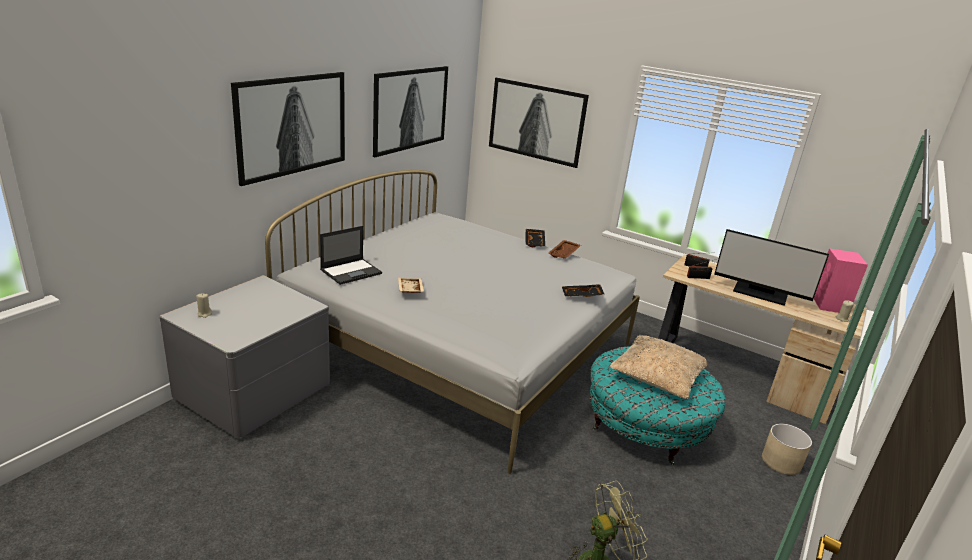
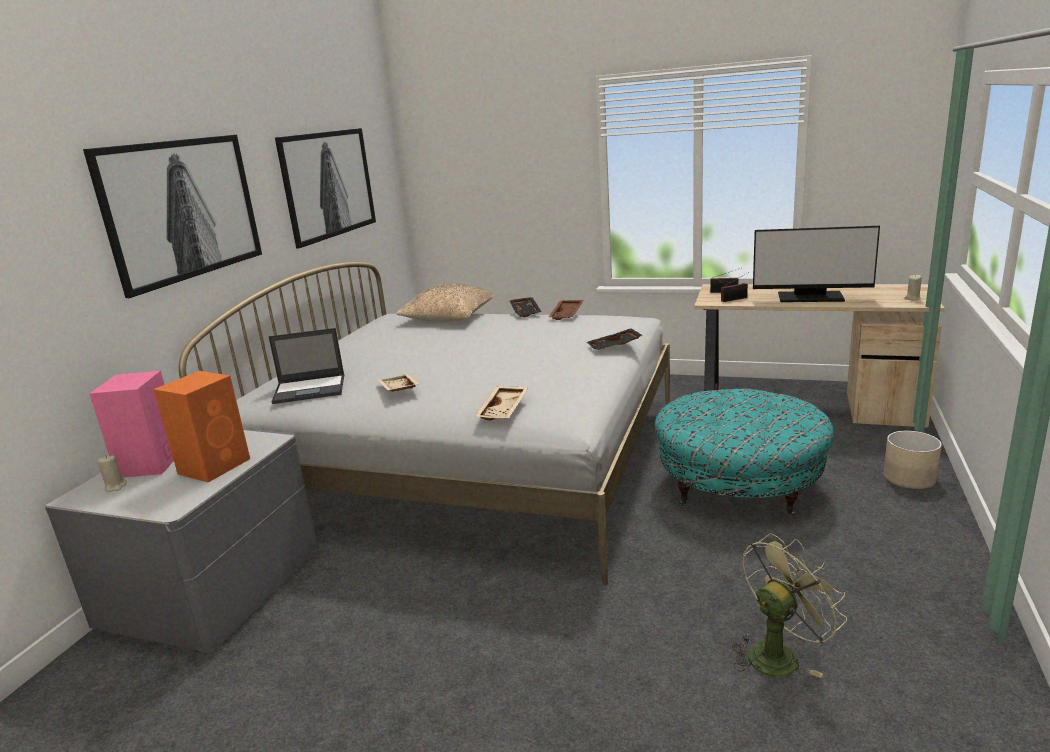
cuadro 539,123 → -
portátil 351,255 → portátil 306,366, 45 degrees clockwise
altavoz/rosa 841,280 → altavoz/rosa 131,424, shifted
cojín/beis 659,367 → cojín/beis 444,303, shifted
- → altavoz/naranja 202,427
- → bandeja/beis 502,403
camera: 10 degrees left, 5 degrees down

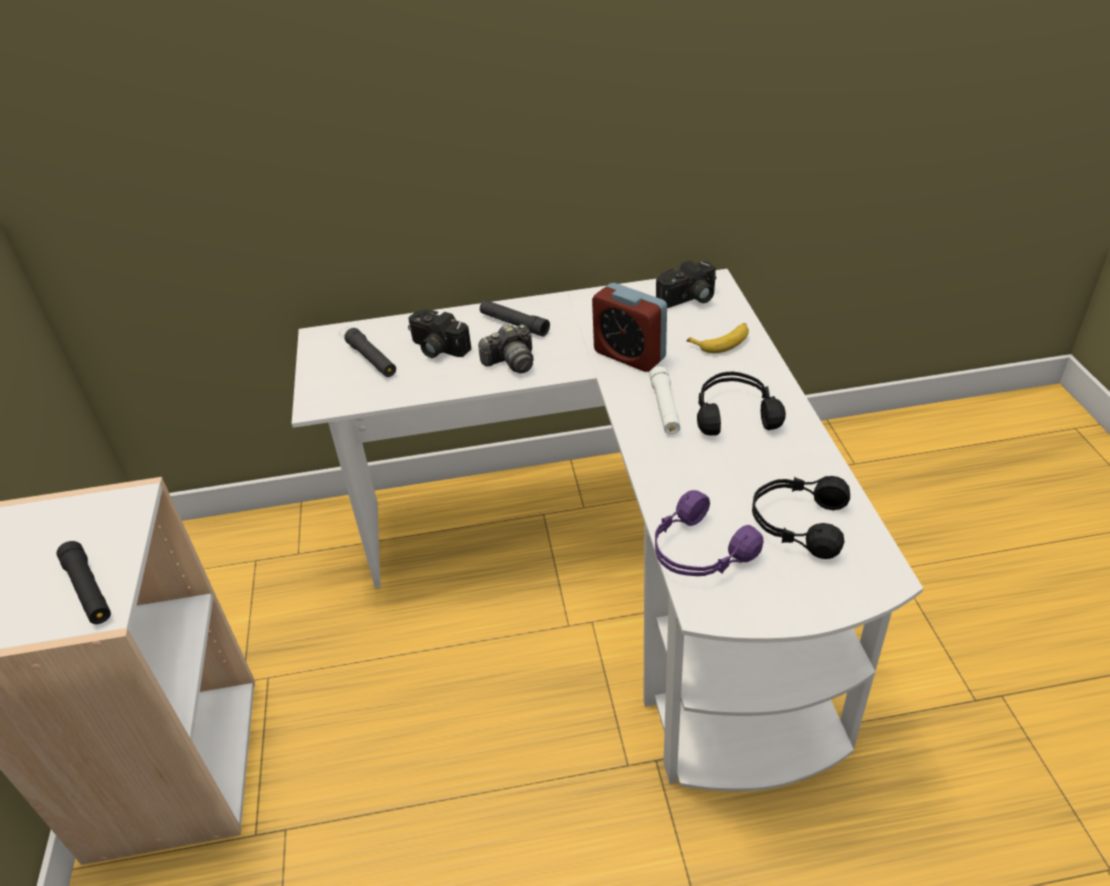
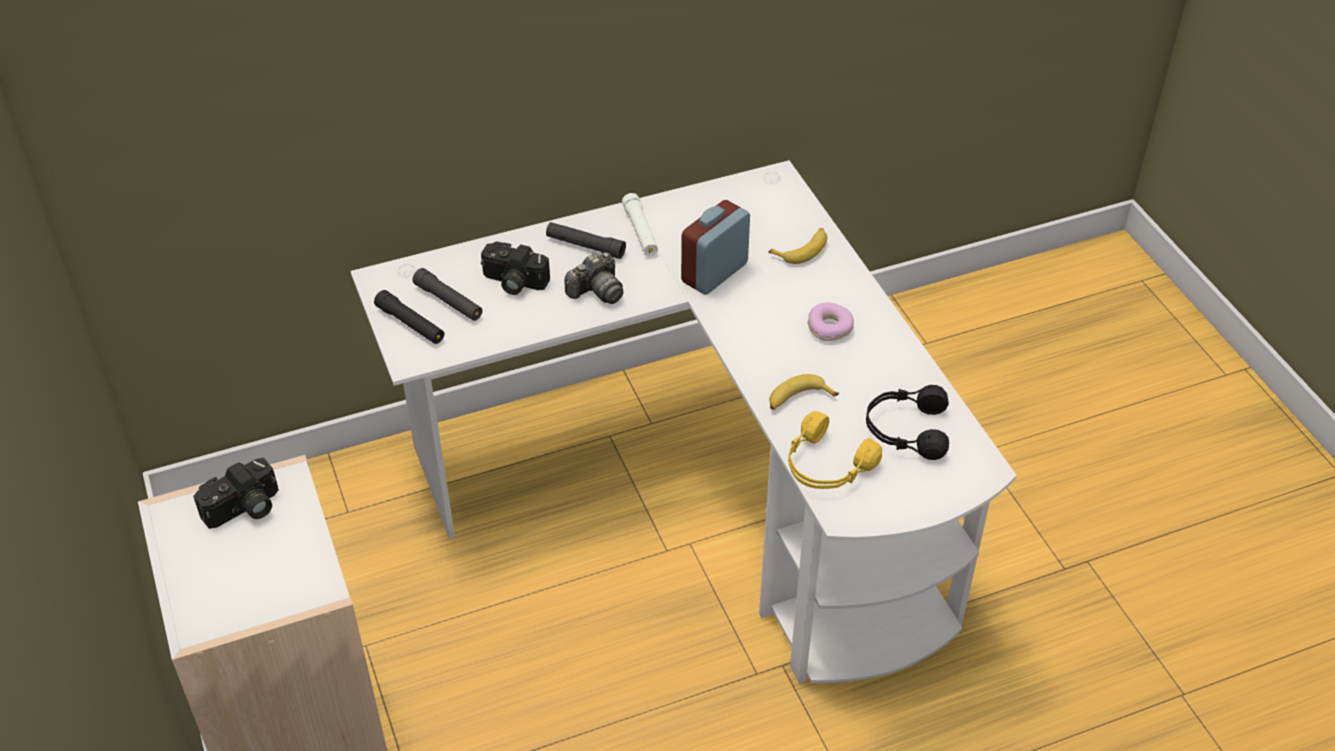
cámara 686,284 → cámara 236,493, shifted
despertador 629,327 → despertador 715,247, 105 degrees clockwise
linterna/blanco 664,400 → linterna/blanco 640,224, shifted
auriculares/negro 741,403 → rosquilla 830,322
auriculares/morado 709,533 → auriculares/amarillo 835,450
linterna/negro 84,582 → linterna/negro 409,317, shifted
- → plátano 804,392
camera: 15 degrees left, 5 degrees up

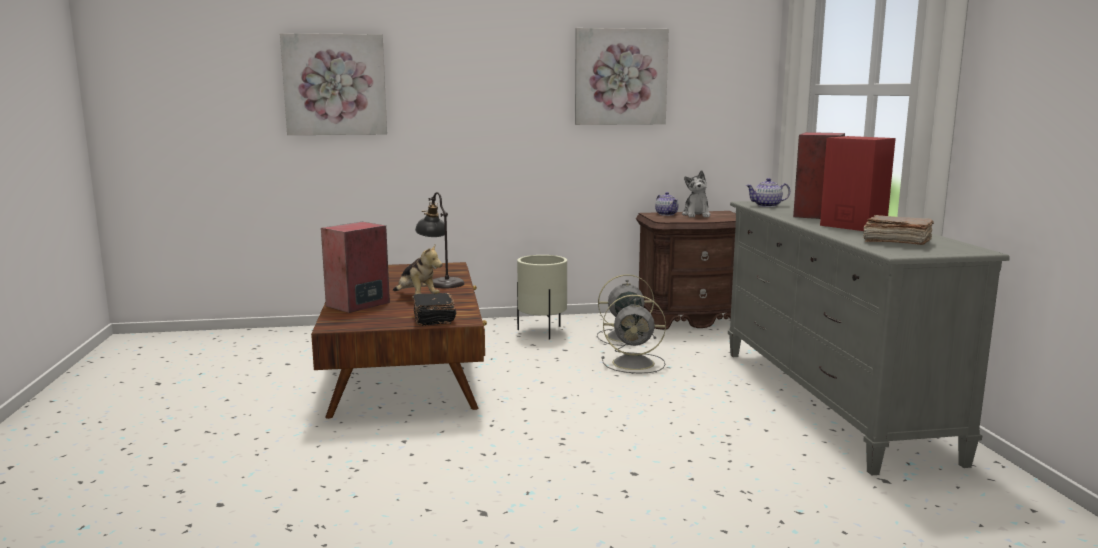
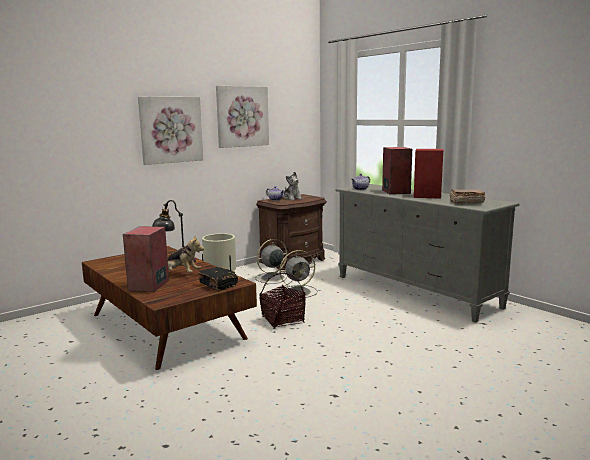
cuadro 333,84 → cuadro 170,131, shifted
- → cesta 282,301
camera: 30 degrees left, 0 degrees up

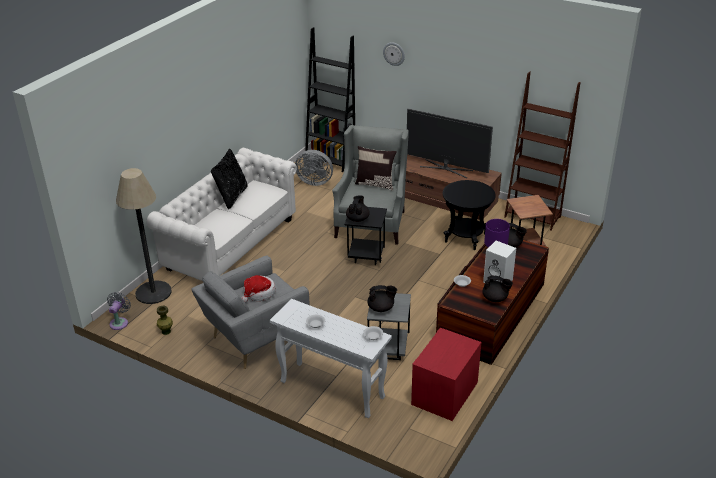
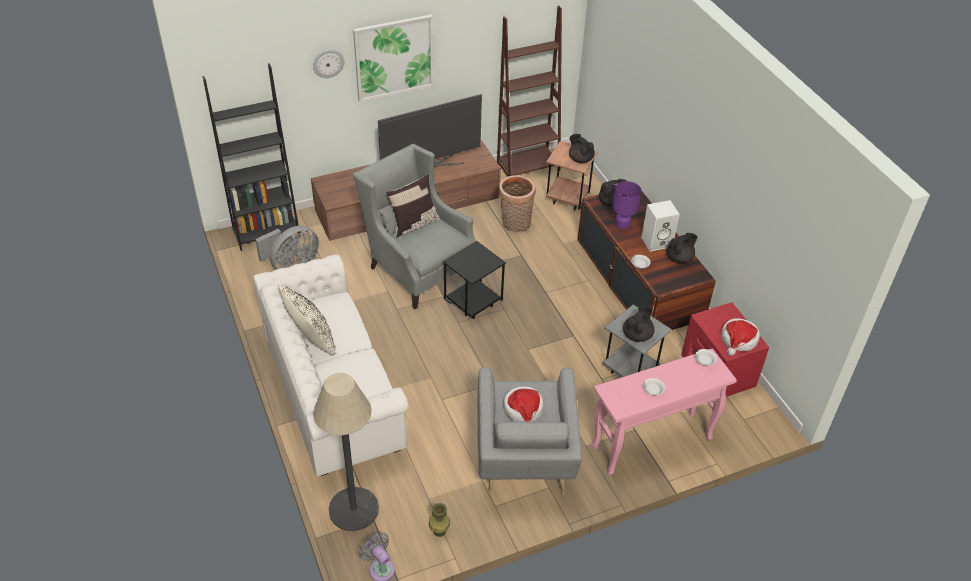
cojín/negro 229,179 → cojín/beis 306,320
mesa auxiliar/negro 469,215 → cesta 517,204
tetera/negro 358,208 → tetera/negro 582,148, shifted
mesa consola/blanco 331,358 → mesa consola/rosa 664,411
- → cuadro 393,58
- → sombrero 740,337
camera: 55 degrees left, 10 degrees up

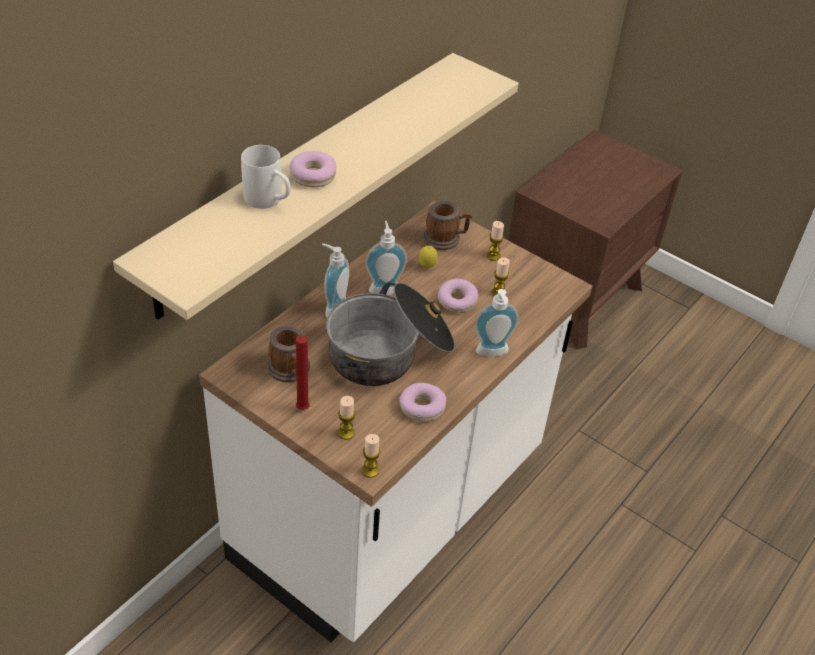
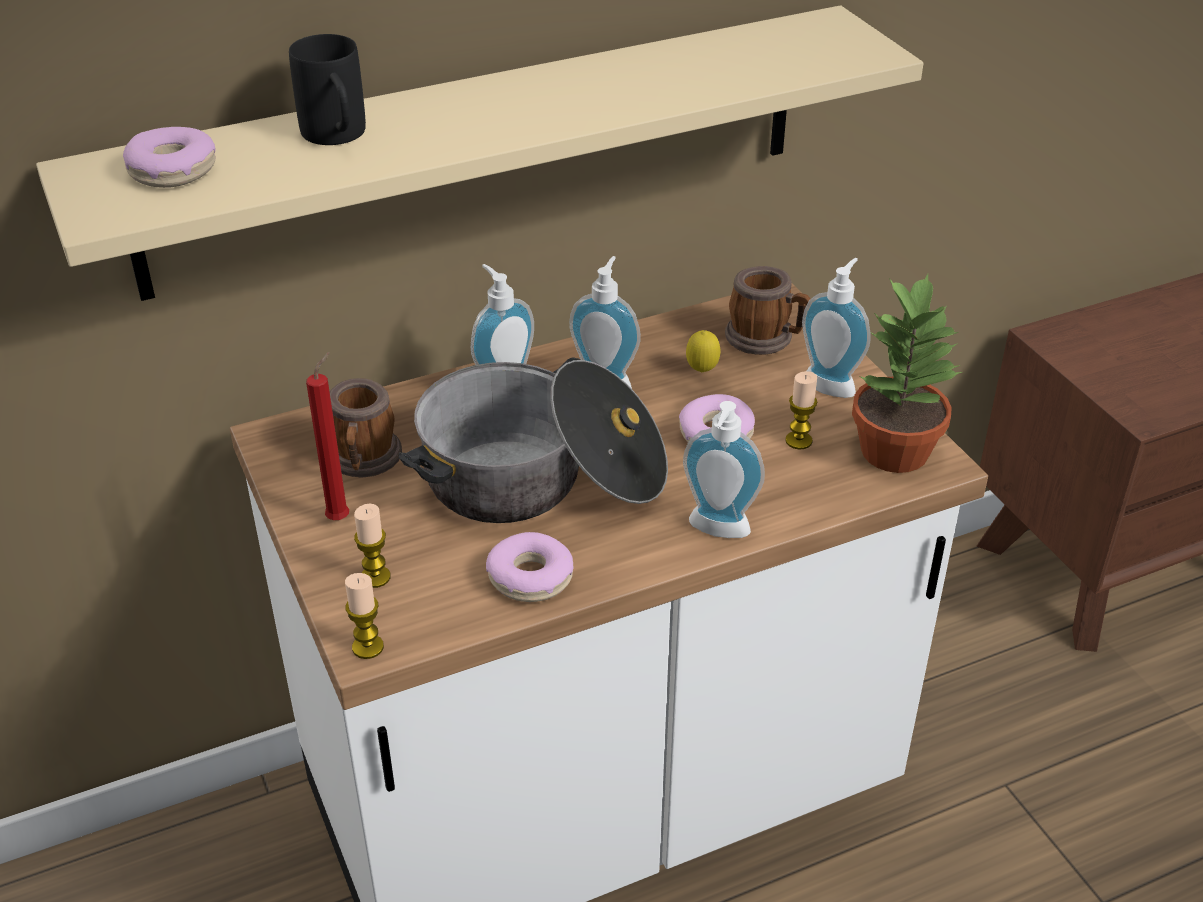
taza grande/blanco 265,177 → taza grande/negro 327,89
rosquilla 312,169 → rosquilla 169,157, shifted
vela 495,241 → dispensador de jabón 836,328
- → planta en maceta 907,373
camera: 30 degrees right, 5 degrees down

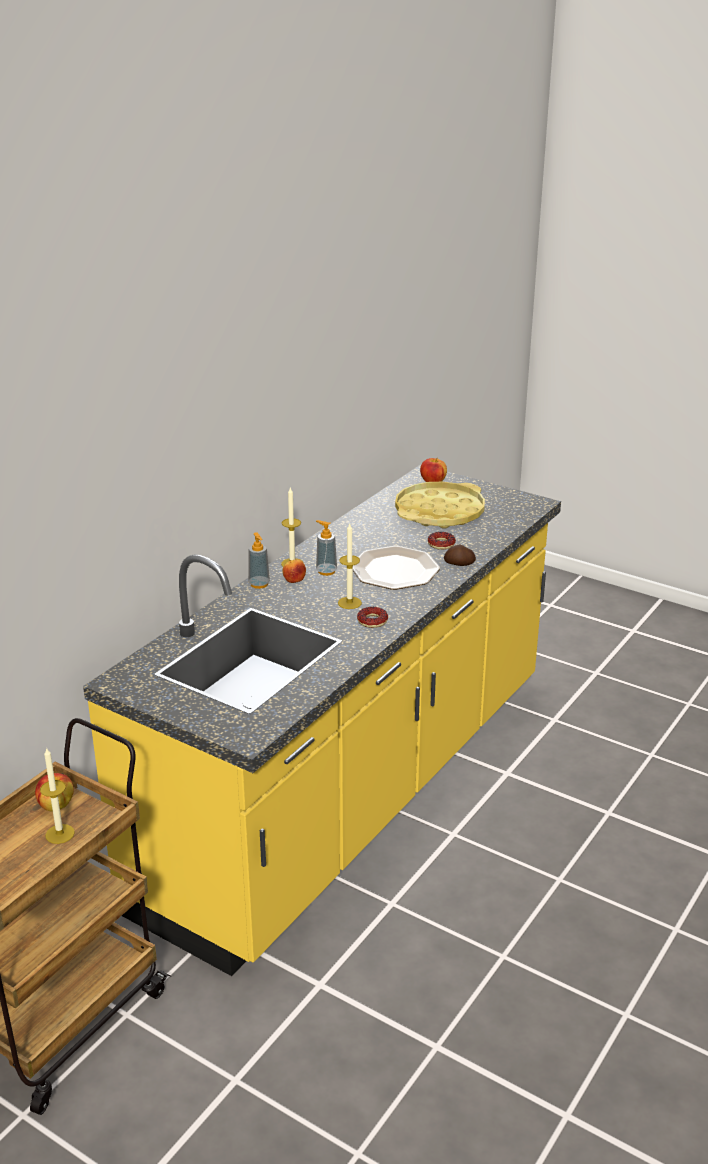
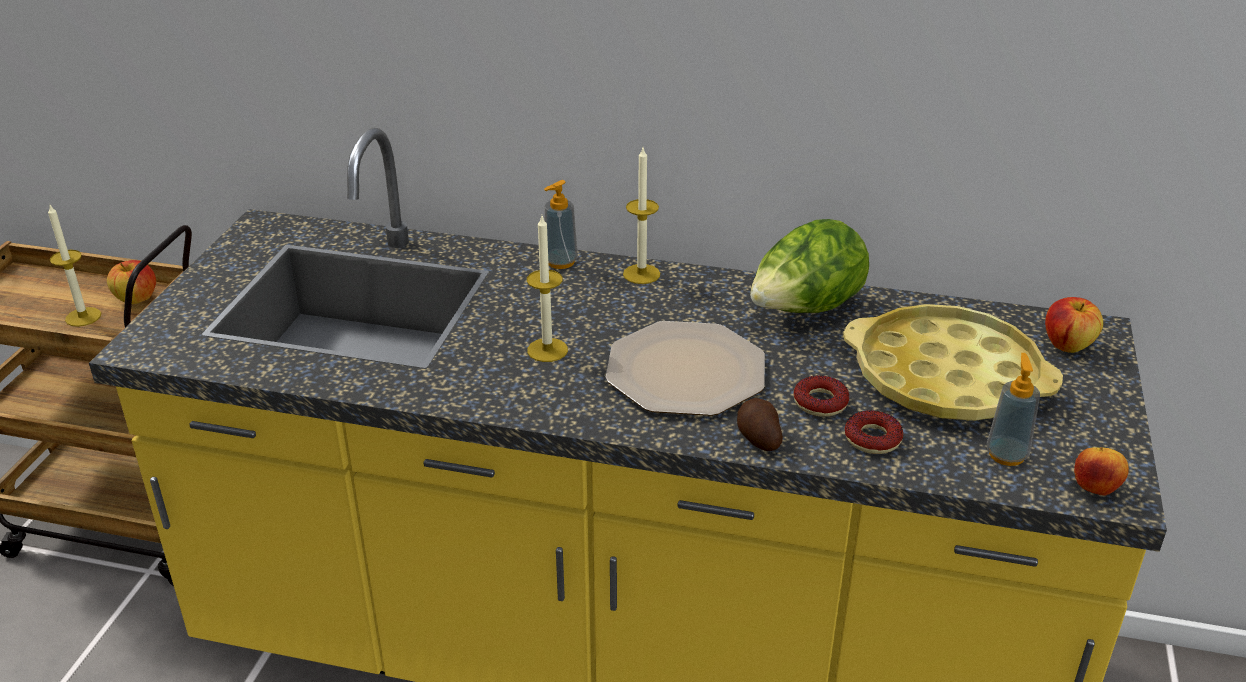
dispensador de jabón 326,548 → dispensador de jabón 1013,409, shifted
manzana 294,571 → manzana 1101,471, shifted
rosquilla 372,617 → rosquilla 874,432, shifted
- → lechuga 809,266
camera: 70 degrees right, 5 degrees up

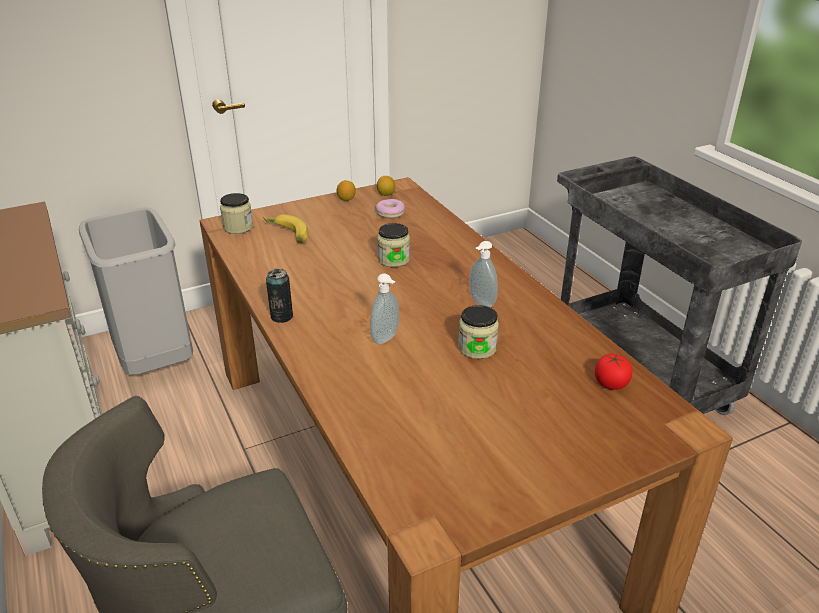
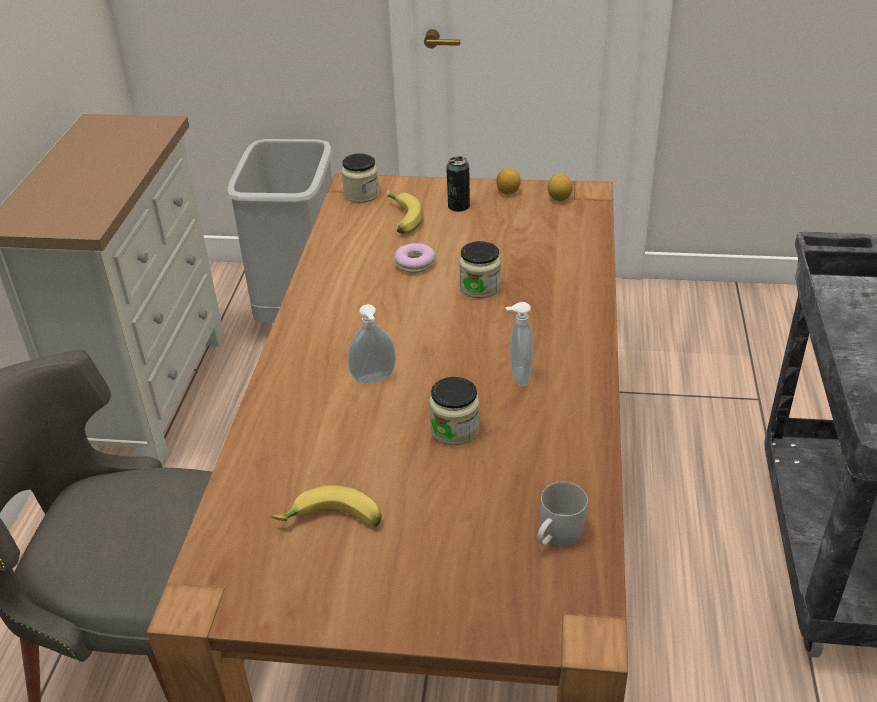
rosquilla 390,208 → rosquilla 414,258, shifted
lata 279,296 → lata 459,184, shifted
tomate 613,372 → taza grande/blanco 562,514
- → plátano 326,506
camera: 35 degrees right, 5 degrees up

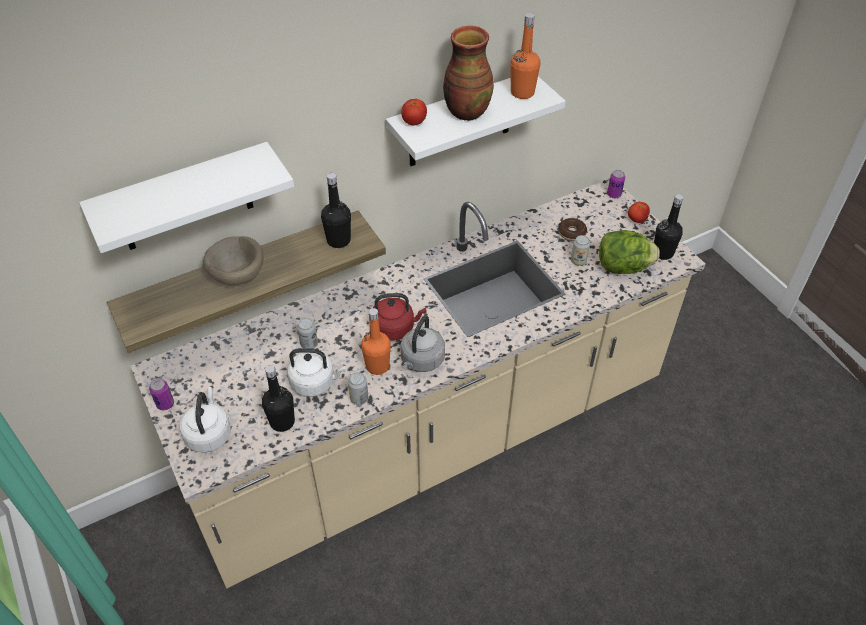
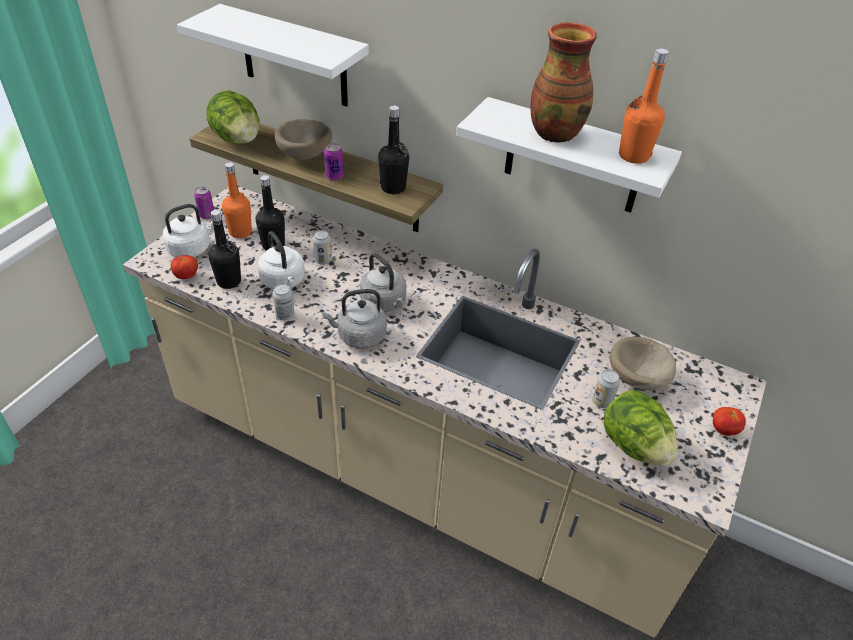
tomate 414,112 → tomate 184,267, shifted
lata 616,184 → lata 333,162, shifted
botella/negro 668,227 → botella/negro 270,213, shifted
rosquilla 572,229 → cuenco/beis 643,364
hervidor/rojo 400,317 → hervidor/gris 383,282
botella/naranja 376,341 → botella/naranja 237,200, shifted
- → lechuga 232,117
camera: 55 degrees right, 5 degrees down

